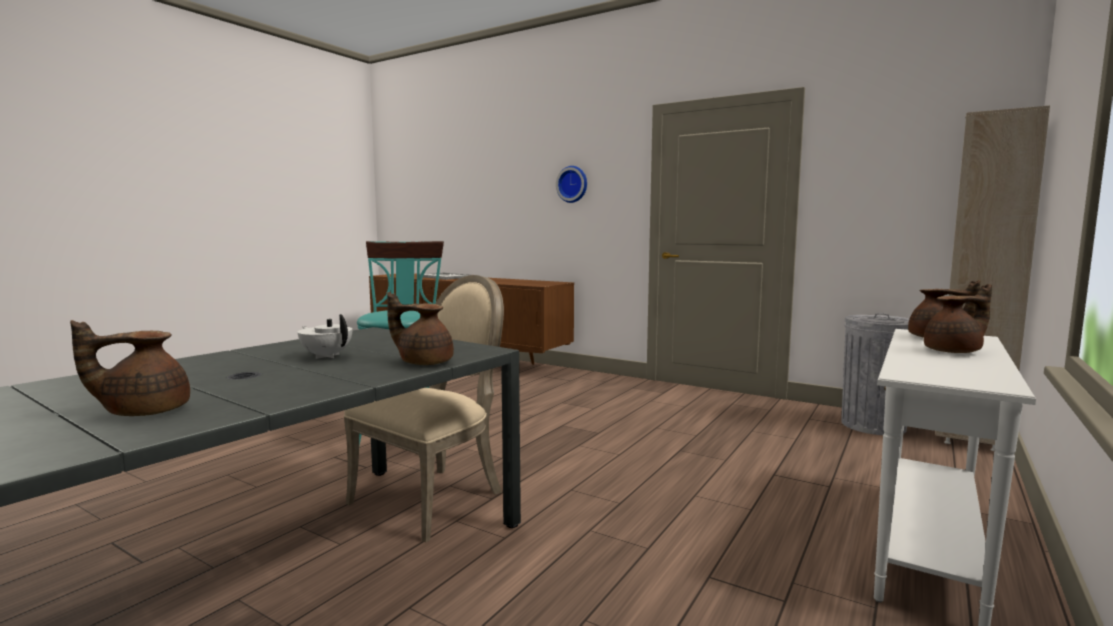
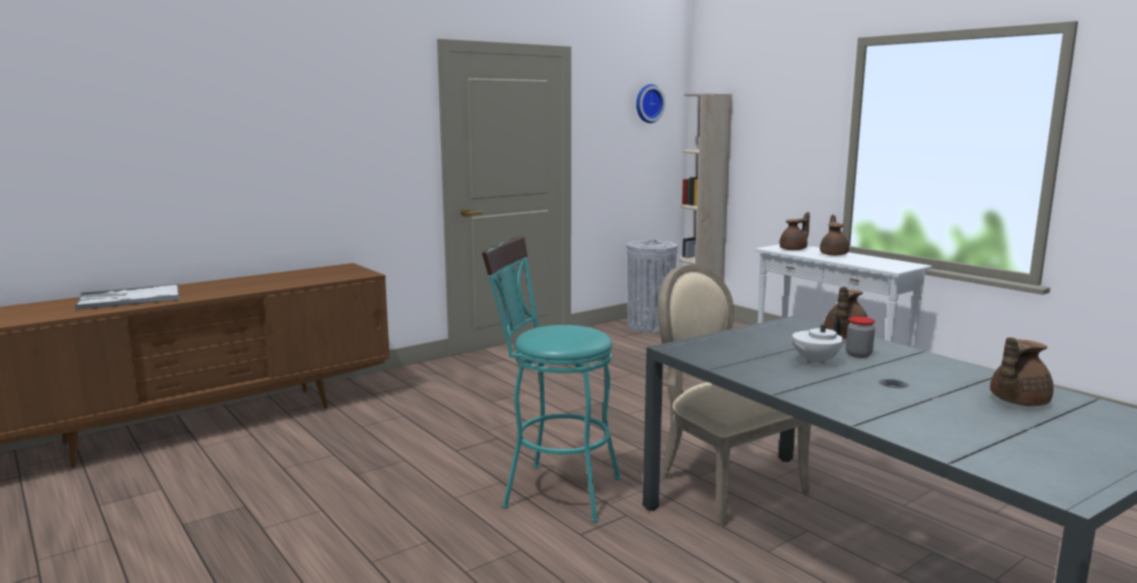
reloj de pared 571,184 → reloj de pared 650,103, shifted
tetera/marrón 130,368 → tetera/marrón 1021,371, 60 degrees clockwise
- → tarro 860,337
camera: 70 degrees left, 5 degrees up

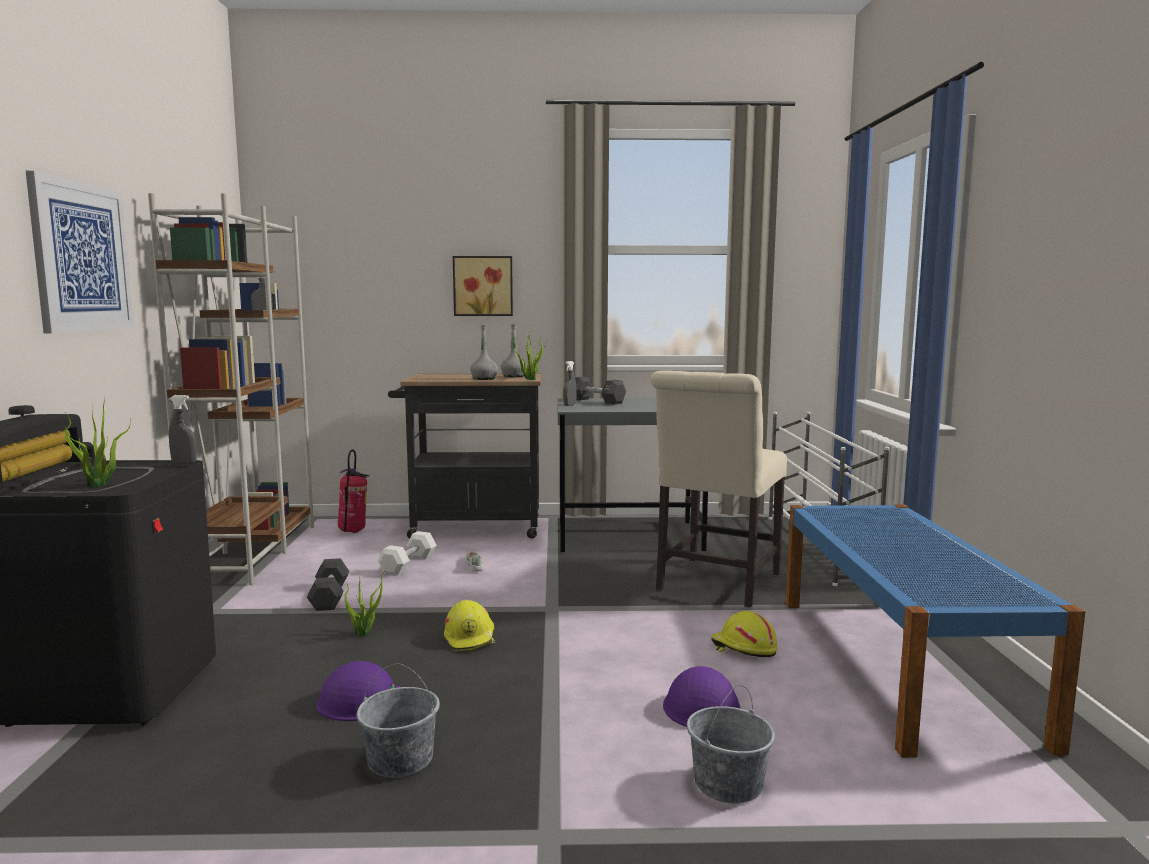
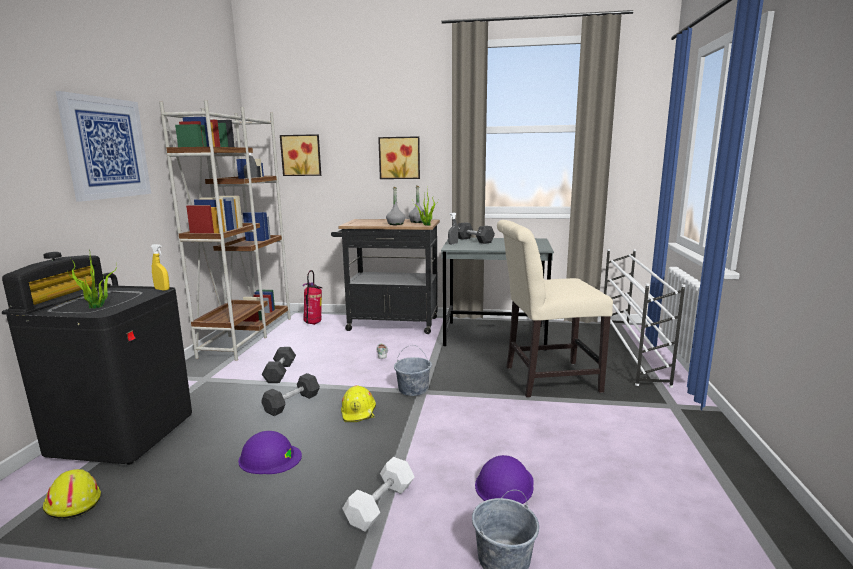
silla/beis 719,489 → silla/beis 555,308, 45 degrees clockwise
pulverizador/gris 183,429 → pulverizador/amarillo 160,267
banco/azul 935,631 → -
mancuerna/blanco 407,553 → mancuerna/blanco 378,494, shifted
planta en maceta 365,603 → mancuerna/negro 290,394
casco/amarillo 744,634 → casco/amarillo 72,494, shifted
cubo/gris 398,720 → cubo/gris 413,370, shifted
- → cuadro 300,155
camera: 10 degrees right, 5 degrees up

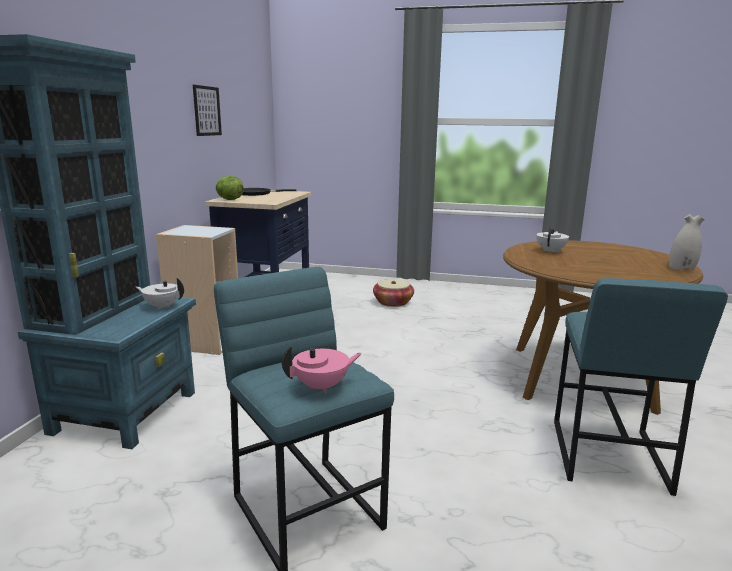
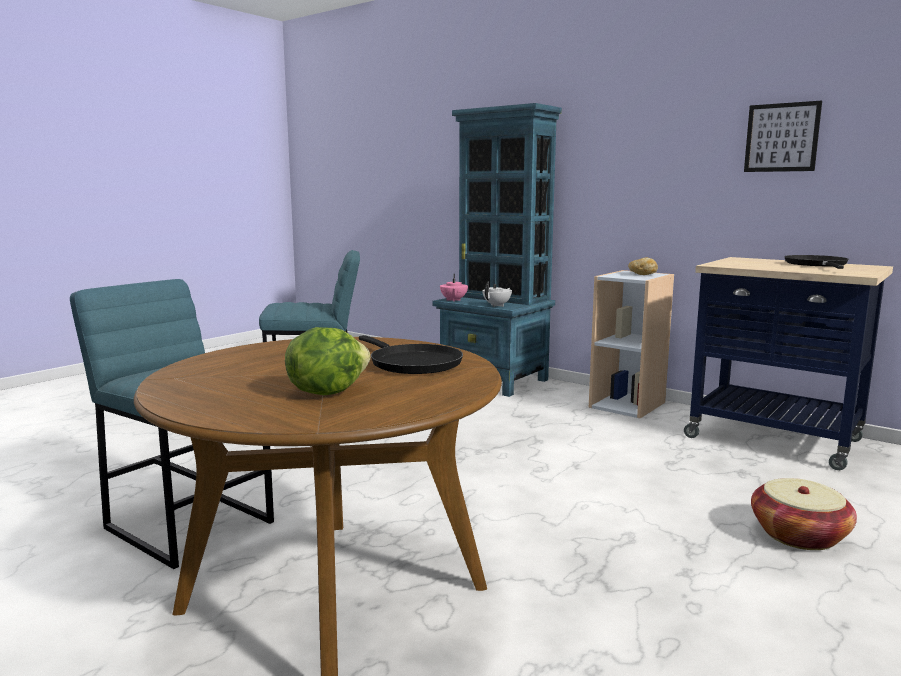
lechuga 230,188 → lechuga 327,361, shifted
florero/blanco 687,242 → -
tetera/blanco 552,240 → sartén/negro 411,354
tetera/rosa 322,370 → tetera/rosa 454,288, shifted
- → pan 643,266
camera: 115 degrees right, 5 degrees down

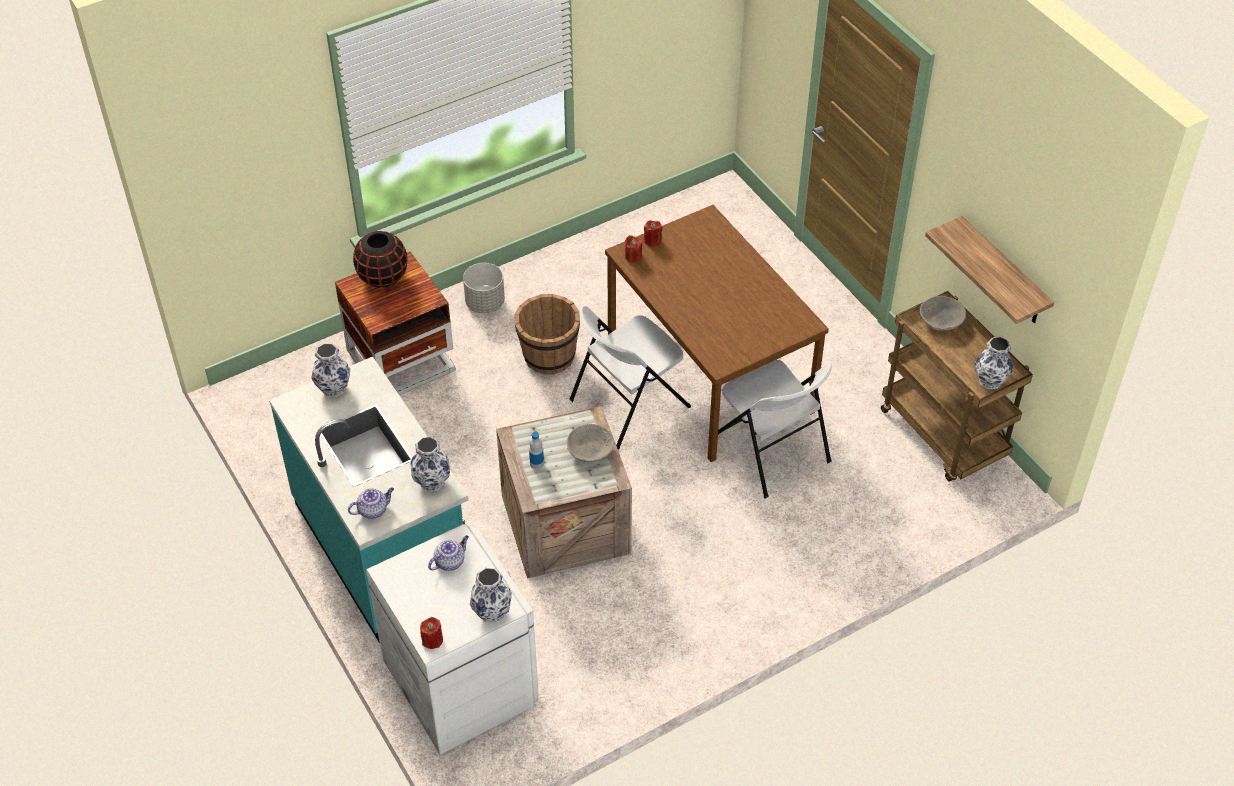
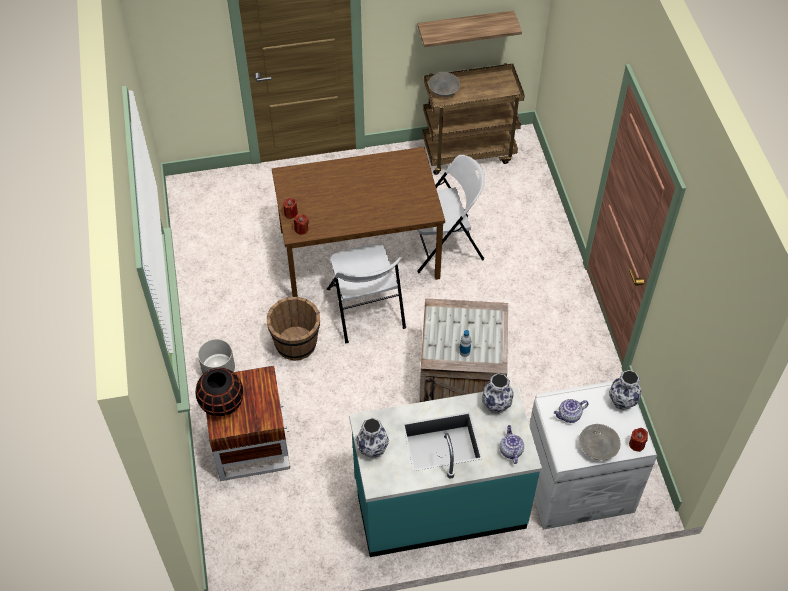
florero 994,363 → -
cuenco/gris 590,443 → cuenco/gris 599,442, shifted
tetera 448,553 → tetera 571,411, 90 degrees counterclockwise
camera: 70 degrees left, 5 degrees up

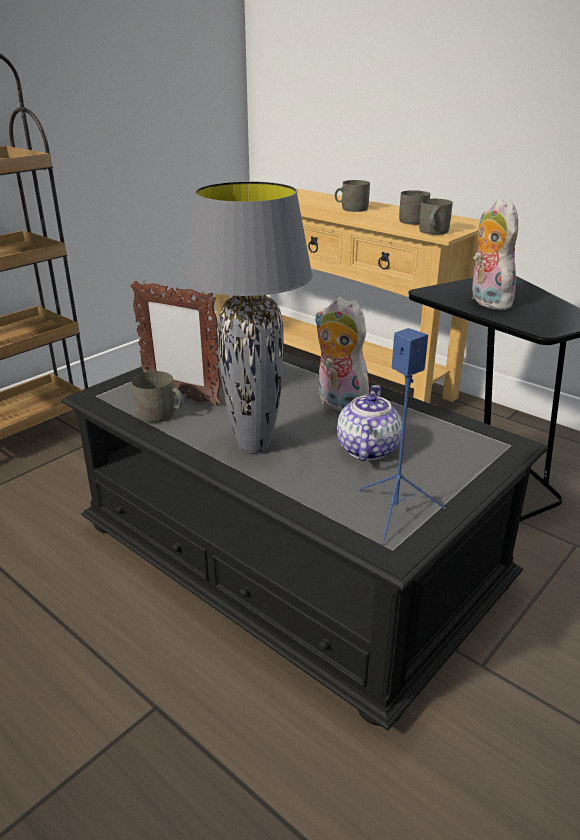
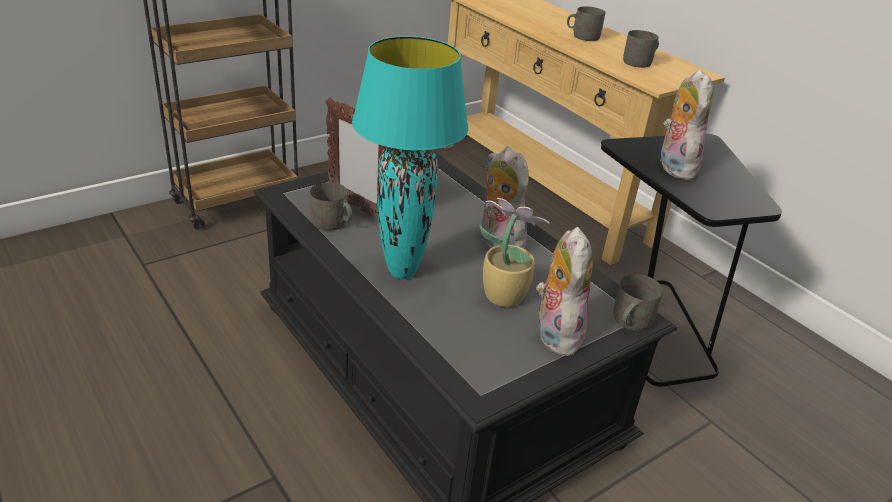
lámpara de mesa/gris 248,317 → lámpara de mesa/turquesa 410,157
taza grande/gris 436,217 → taza grande/gris 638,302, shifted
altavoz/azul 402,436 → -
tetera 369,423 → planta en maceta 514,252
- → peluche 564,291
camera: 10 degrees right, 5 degrees up

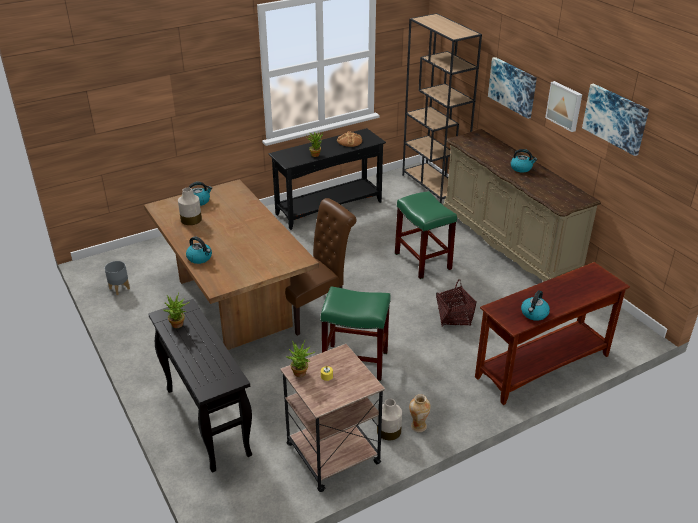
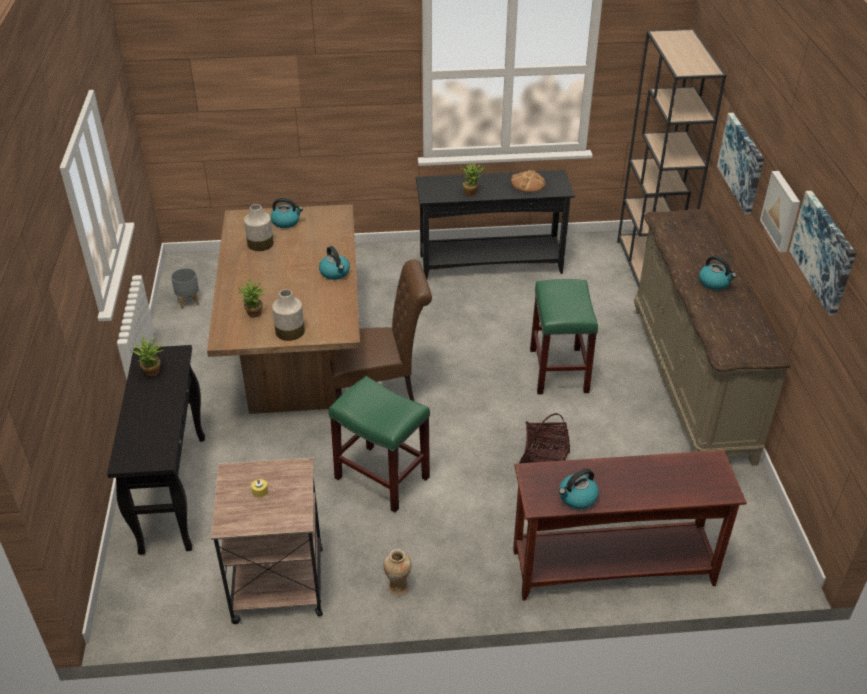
hervidor 199,250 → hervidor 334,263, shifted
planta en maceta 300,358 → planta en maceta 252,297, shifted
florero/beis 389,419 → florero/beis 288,315, shifted
camera: 25 degrees right, 5 degrees up

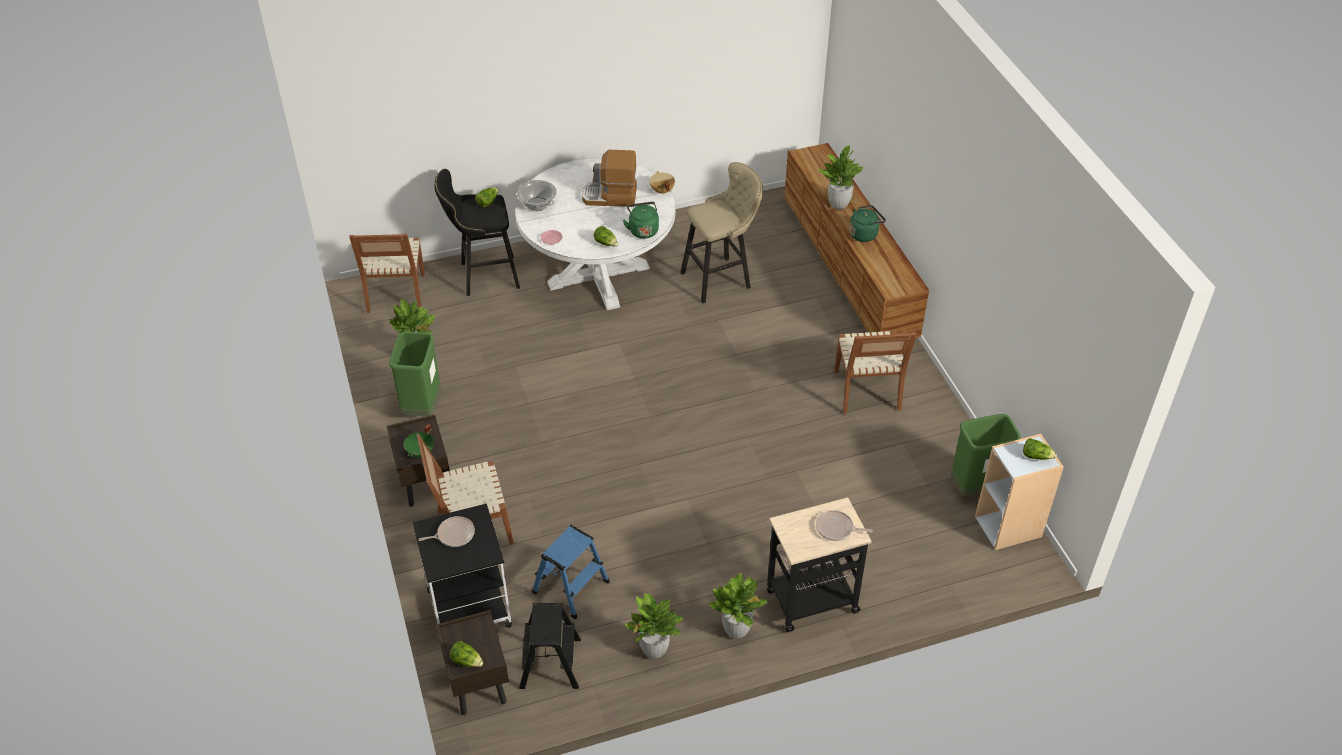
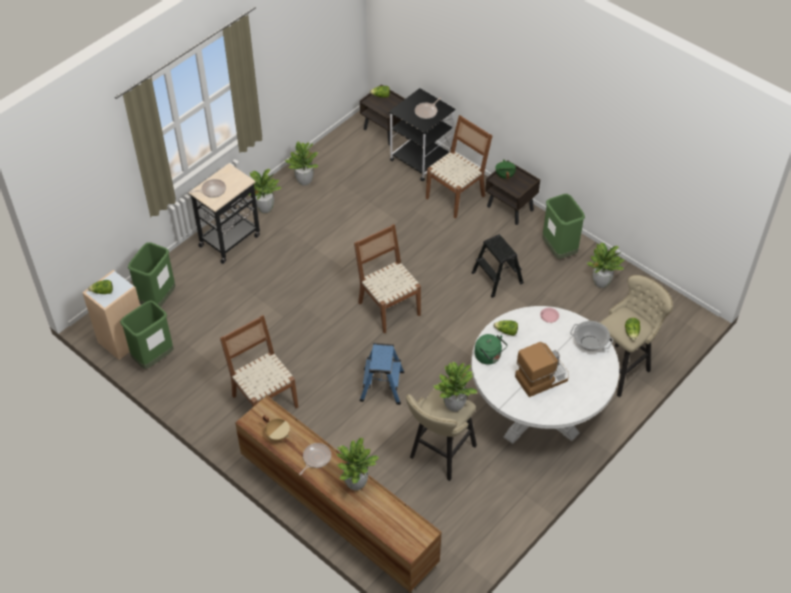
taburete/negro 477,232 → taburete/beis 636,336
olla/beis 662,183 → olla/beis 276,428, shifted
hervidor/verde 867,223 → sartén 315,459
silla 387,273 → silla 387,278, shifted
escalera de tijera/azul 571,572 → escalera de tijera/azul 382,374, shifted
escalera de tijera/negro 550,646 → escalera de tijera/negro 497,266, shifted
- → papelera/verde 151,274
- → planta en maceta 455,387
camera: 150 degrees right, 5 degrees up

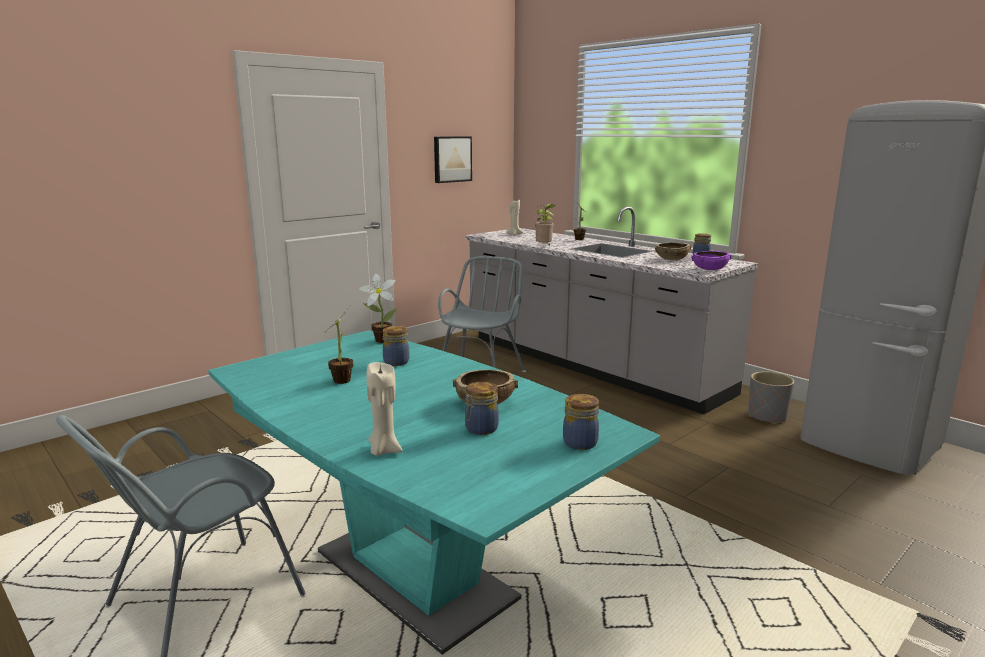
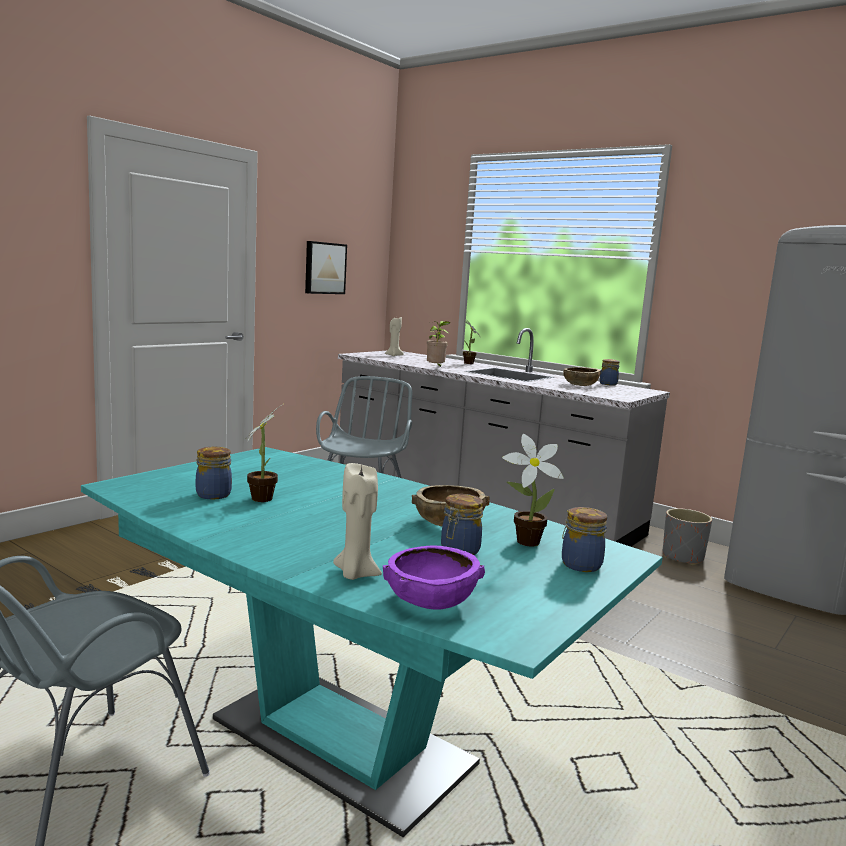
cuenco/morado 711,260 → cuenco/morado 434,578, shifted
planta en maceta 378,308 → planta en maceta 533,490, shifted
tarro 396,346 → tarro 214,473, shifted
camera: 10 degrees left, 5 degrees down

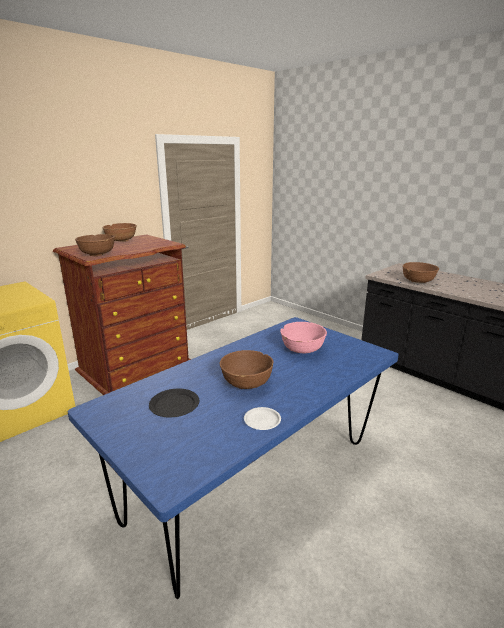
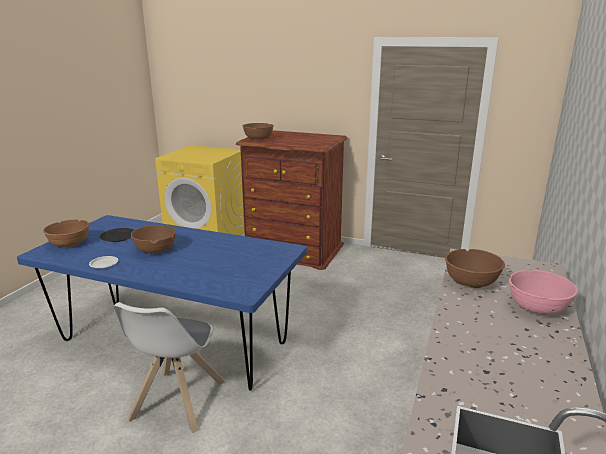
cuenco/marrón 119,232 → cuenco/marrón 66,233, shifted
cuenco/rosa 303,337 → cuenco/rosa 543,292, shifted
- → silla 169,367
camera: 65 degrees right, 0 degrees up

